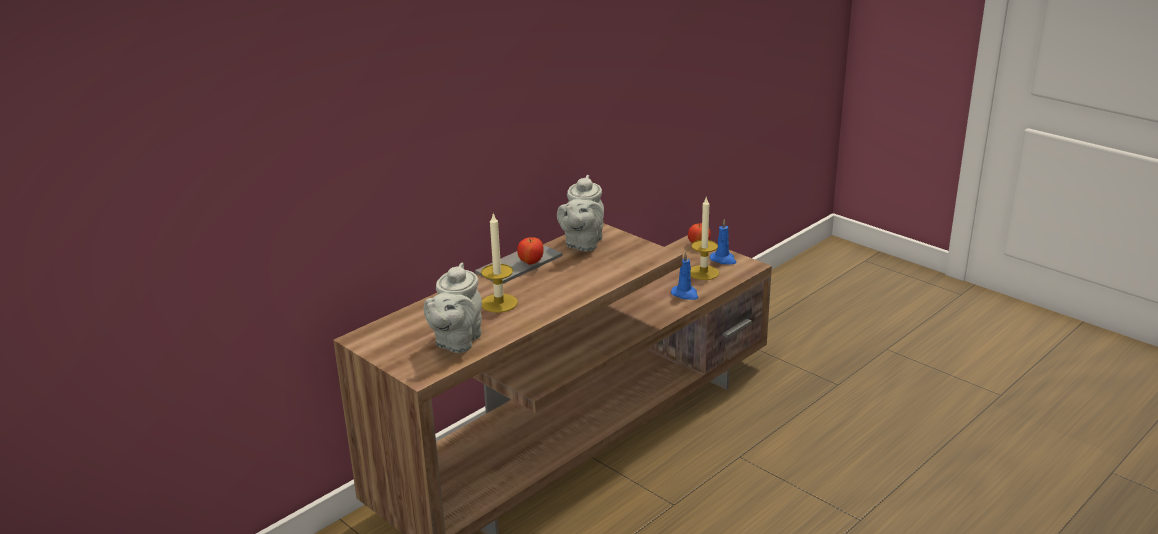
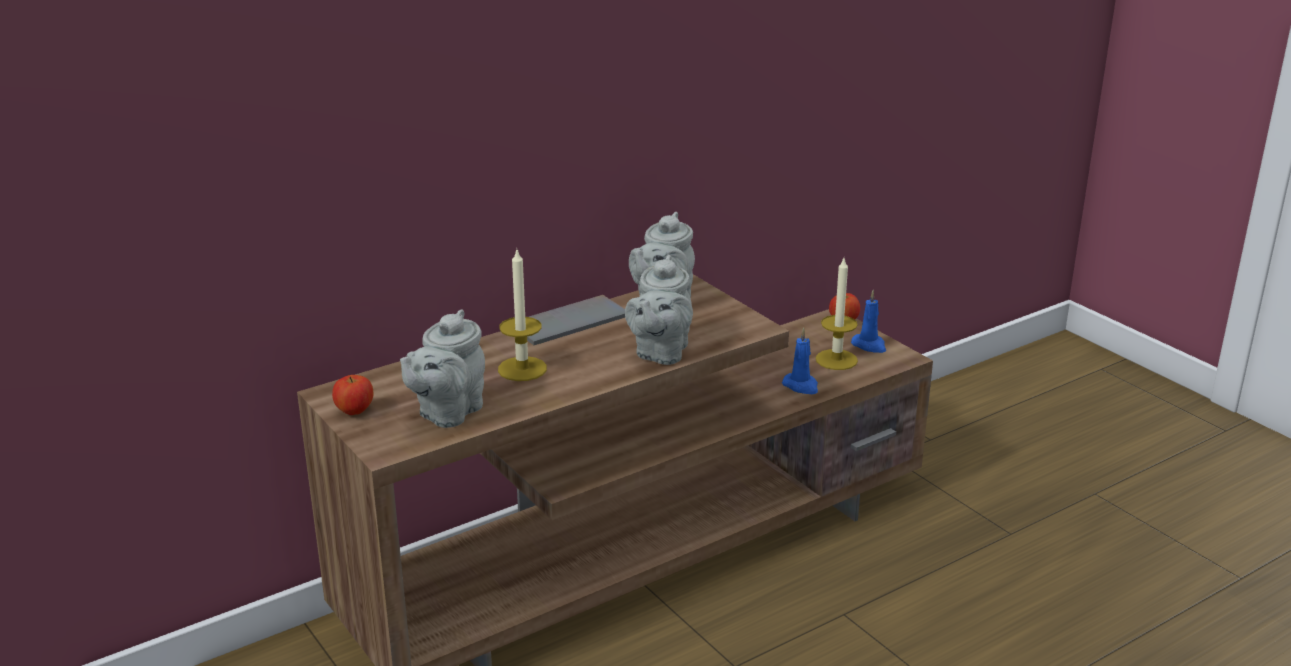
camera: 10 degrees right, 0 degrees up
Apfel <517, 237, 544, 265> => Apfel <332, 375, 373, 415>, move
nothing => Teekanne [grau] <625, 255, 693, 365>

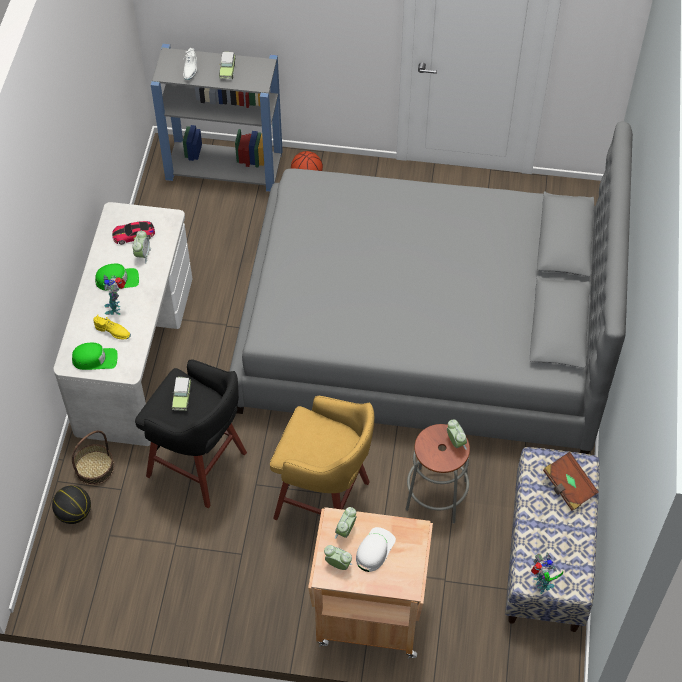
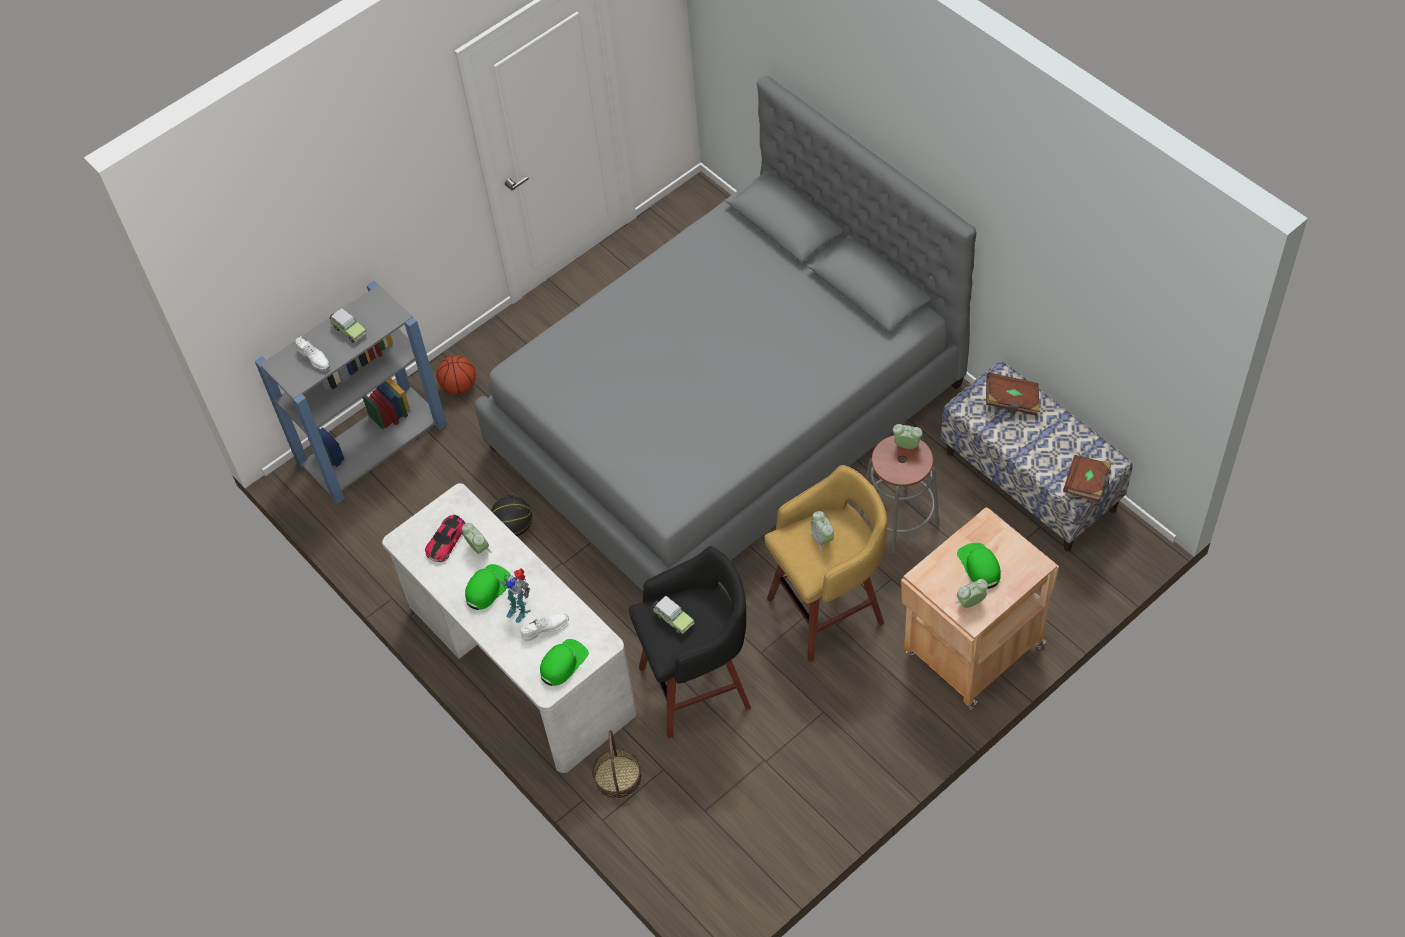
camera: 45 degrees left, 0 degrees up
Basketball <52, 485, 91, 524> => Basketball <491, 495, 532, 537>, move
Schuh [gelb] <93, 315, 131, 339> => Schuh [weiß] <521, 614, 569, 641>
Wecker <335, 507, 357, 539> => Wecker <810, 511, 834, 551>, move
Kappe [weiß] <356, 527, 396, 572> => Kappe [grün] <957, 543, 1001, 589>
Spielzeugroboter <531, 552, 563, 594> => Buch [braun] <1063, 455, 1111, 502>

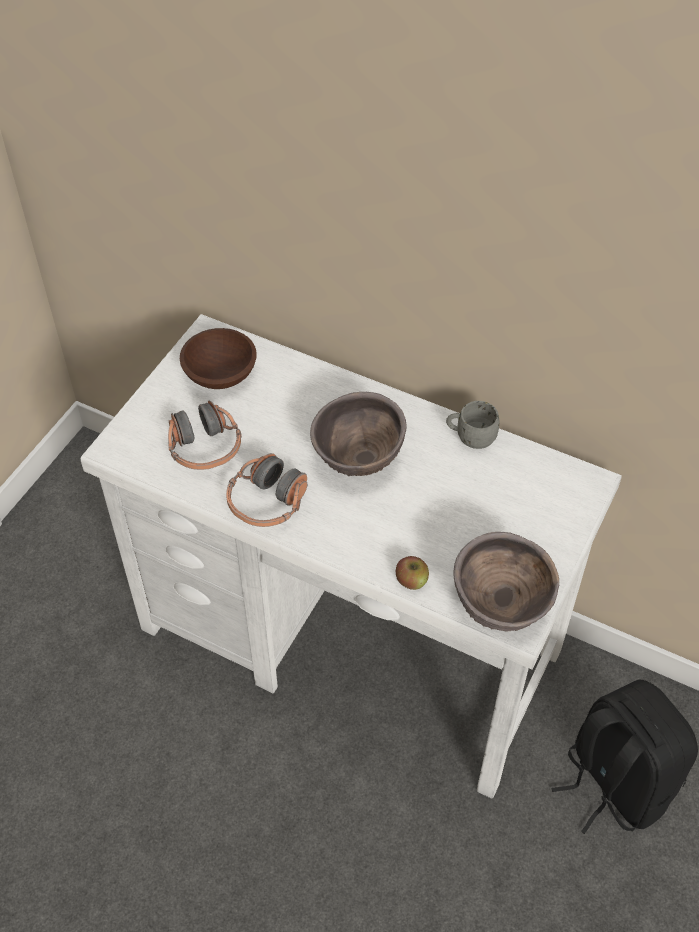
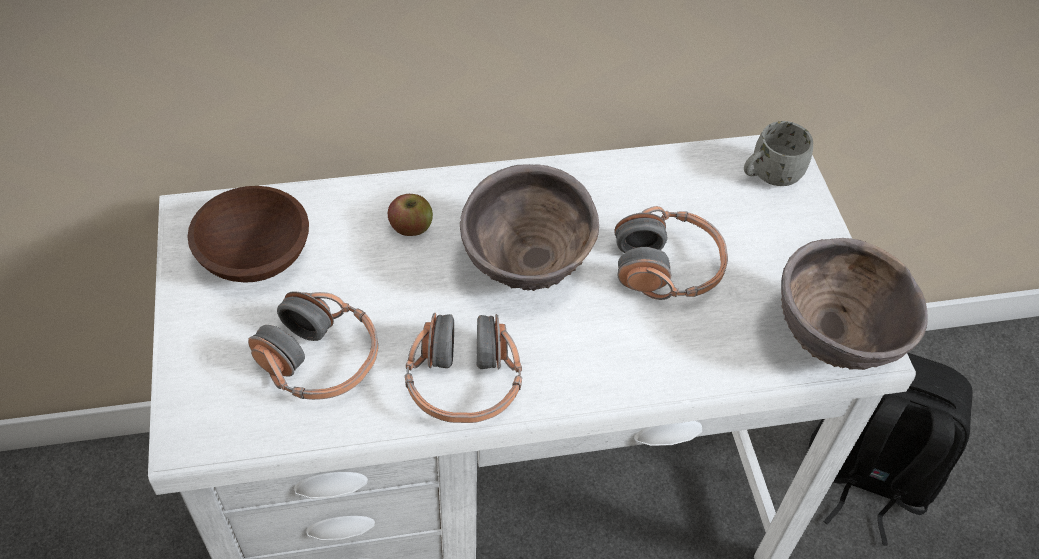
camera: 40 degrees left, 0 degrees up
Apfel <396, 556, 429, 590> => Apfel <388, 194, 433, 236>, move
Henkelbecher [grau] <446, 401, 499, 449> => Henkelbecher [grau] <744, 121, 813, 186>, move
nothing => Kopfhörer <614, 206, 728, 300>

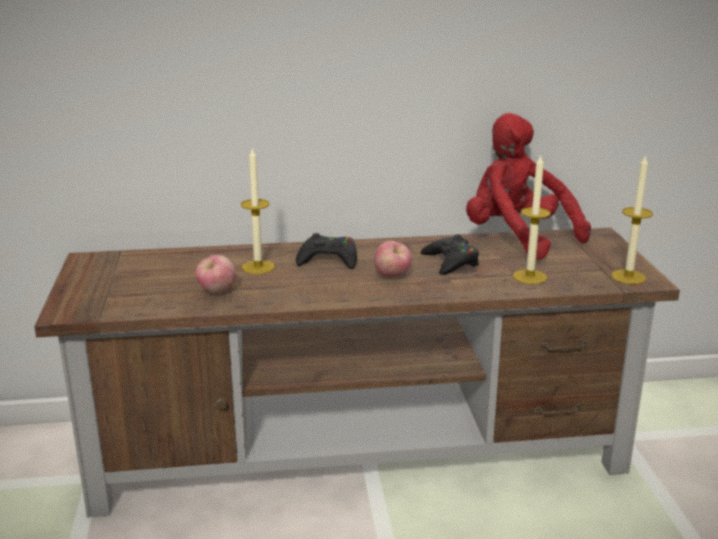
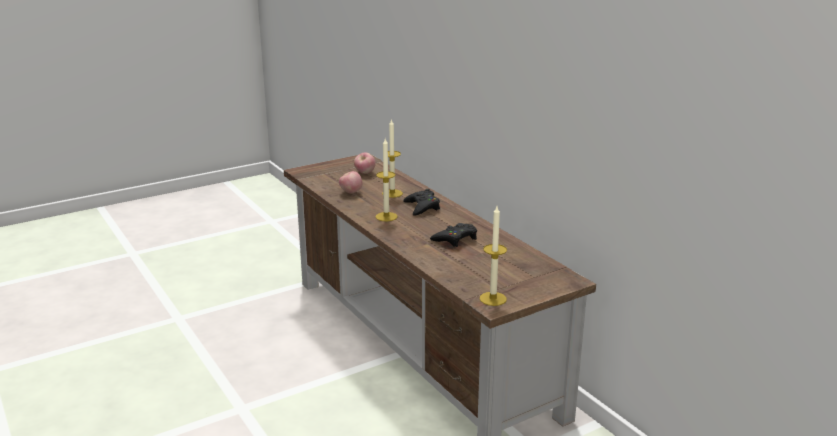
camera: 65 degrees right, 0 degrees up
Apfel <374, 241, 412, 277> => Apfel <354, 153, 376, 174>, move
Plüschtier [rot] <466, 113, 591, 260> => nothing
Kerze <513, 155, 551, 284> => Kerze <375, 139, 398, 221>, move

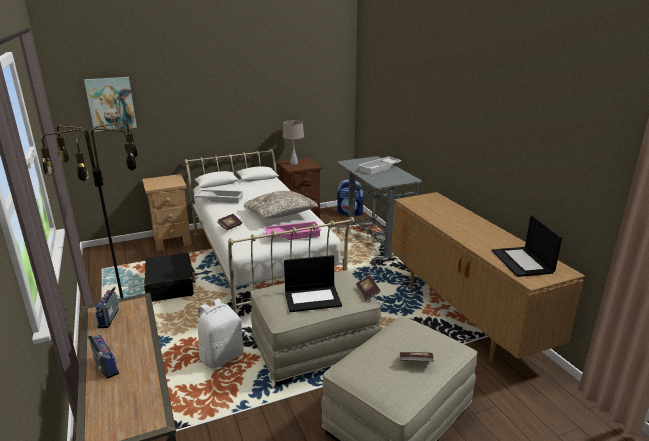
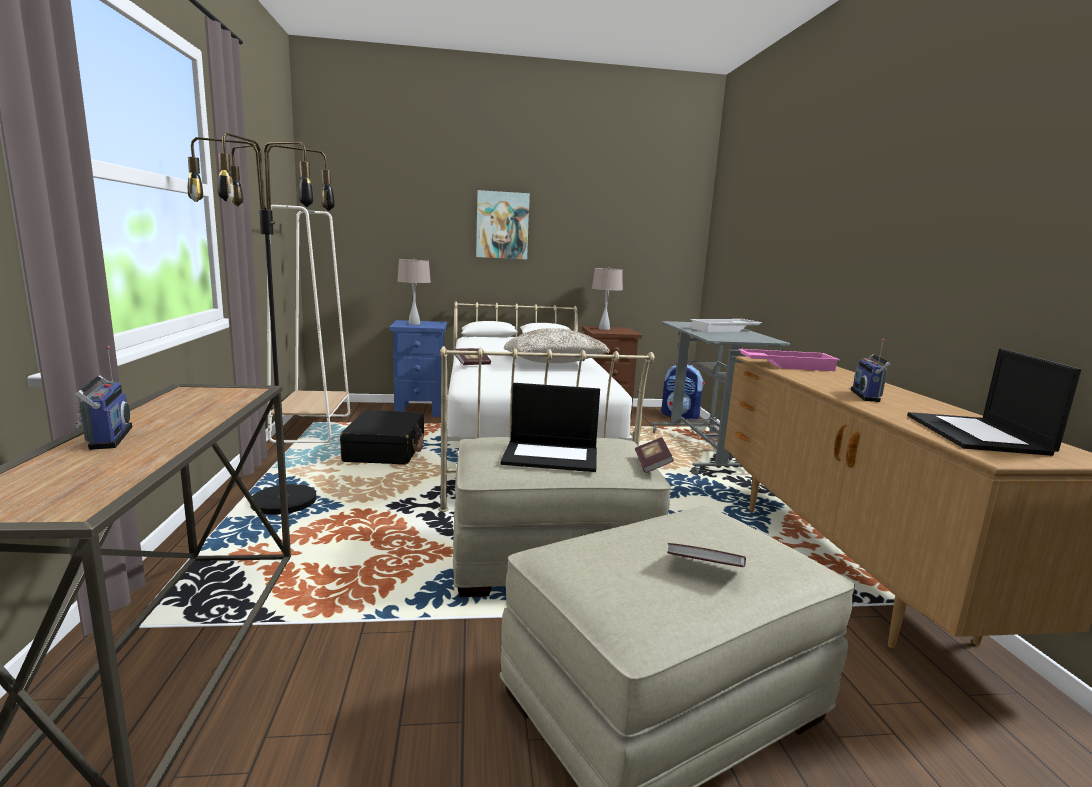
camera: 15 degrees right, 10 degrees down
Bild <84, 77, 137, 132> => Bild <476, 190, 530, 260>, move
Radio <95, 286, 121, 328> => Radio <851, 339, 891, 402>, move
Nachttisch [beige] <142, 174, 191, 251> => Nachttisch [blau] <389, 320, 447, 417>
Tablett [weiß] <194, 189, 244, 203> => nothing
Rucksack [weiß] <198, 298, 244, 368> => nothing
Tablett [rosa] <264, 221, 321, 240> => Tablett [rosa] <738, 349, 840, 371>, move
nothing => Kleiderständer <267, 205, 350, 444>
nothing => Tischlampe [beige] <397, 258, 431, 325>

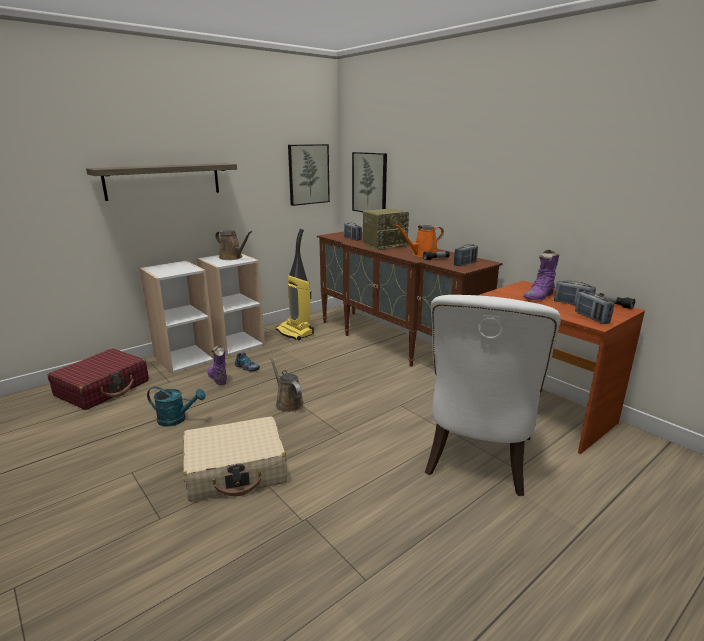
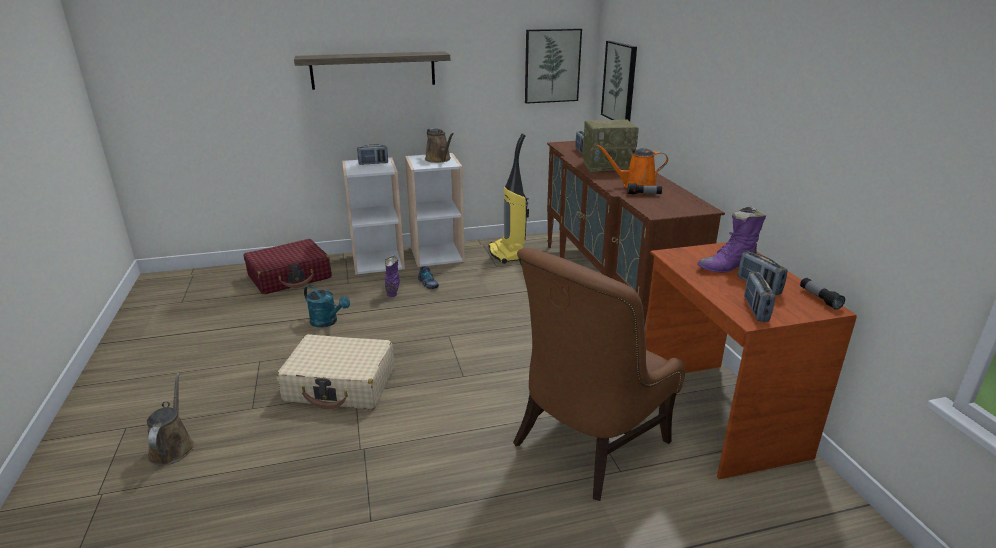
camera: 25 degrees right, 5 degrees up
Gießkanne [braun] <270, 357, 304, 412> => Gießkanne [braun] <147, 372, 195, 466>, move
Stuhl [weiß] <425, 295, 561, 496> => Stuhl [braun] <513, 248, 685, 501>
Radio <454, 244, 478, 266> => Radio <357, 144, 388, 165>, move

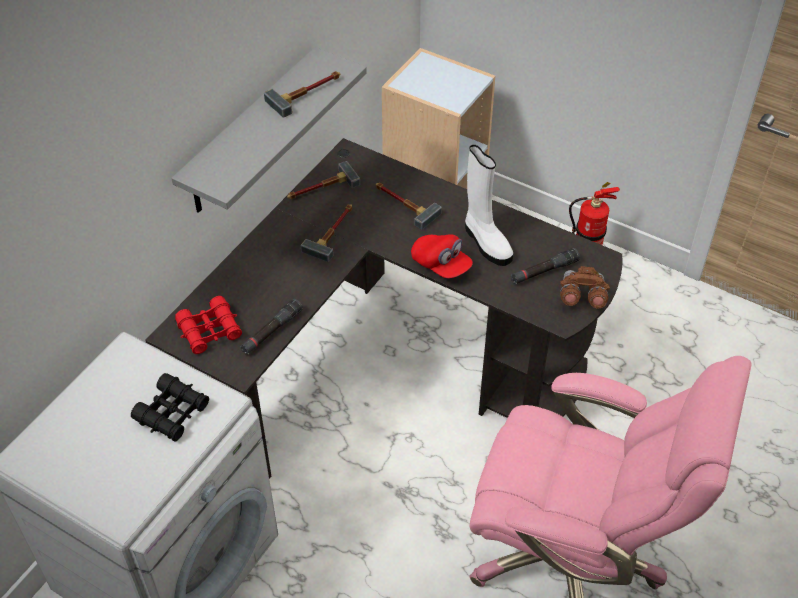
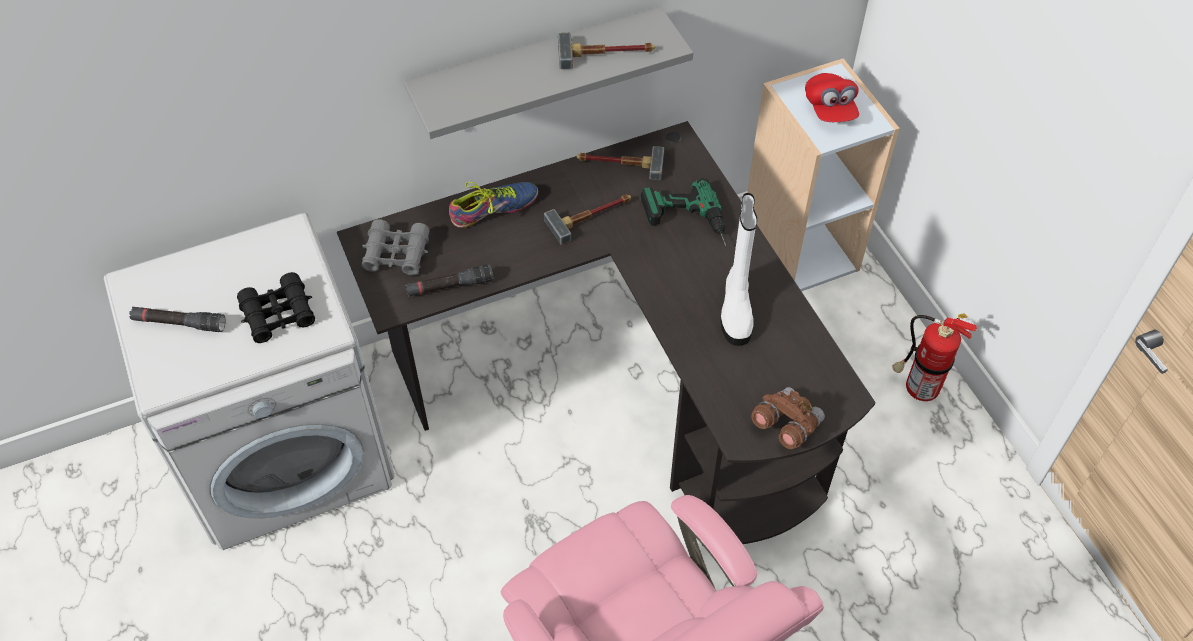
camera: 35 degrees right, 5 degrees up
Fernglas [rot] <175, 296, 242, 354> => Fernglas [grau] <361, 219, 430, 275>
Hammer <376, 183, 442, 230> => Bohrmaschine <641, 178, 726, 246>
Kappe [rot] <411, 234, 473, 278> => Kappe [rot] <805, 73, 859, 122>, move
Taschenlampe [schwarz] <511, 248, 580, 284> => Taschenlampe [schwarz] <129, 307, 226, 332>, move
nothing => Schuh <449, 182, 538, 228>

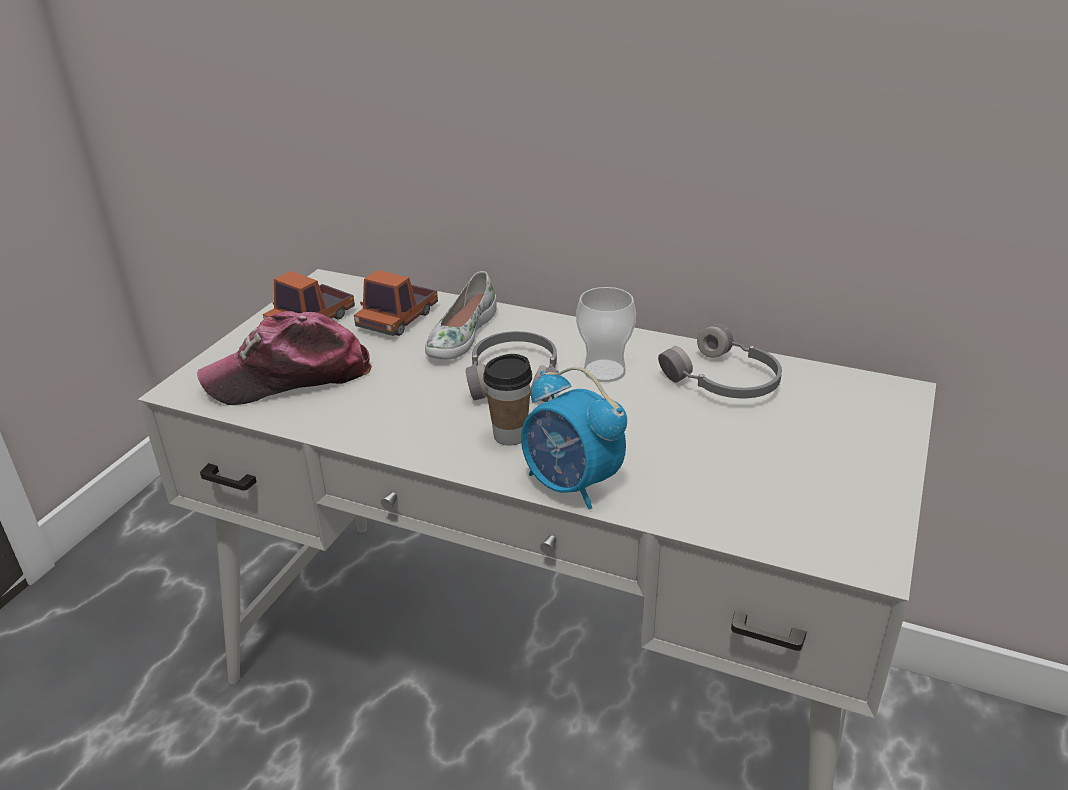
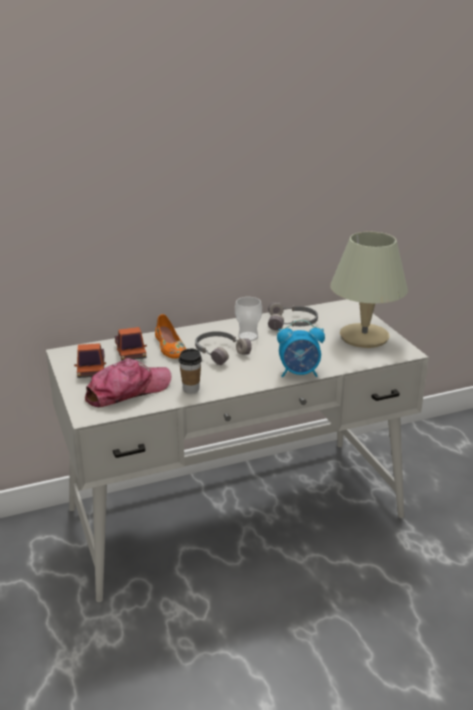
camera: 45 degrees left, 5 degrees down
Kappe <197, 311, 372, 405> => Kappe <85, 358, 171, 407>, 150 degrees counterclockwise
Schuh [weiß] <425, 271, 497, 360> => Schuh [orange] <155, 314, 186, 359>
Tasse <483, 354, 532, 446> => Tasse <179, 349, 202, 394>, move
nothing => Tischlampe [beige] <330, 232, 408, 348>

